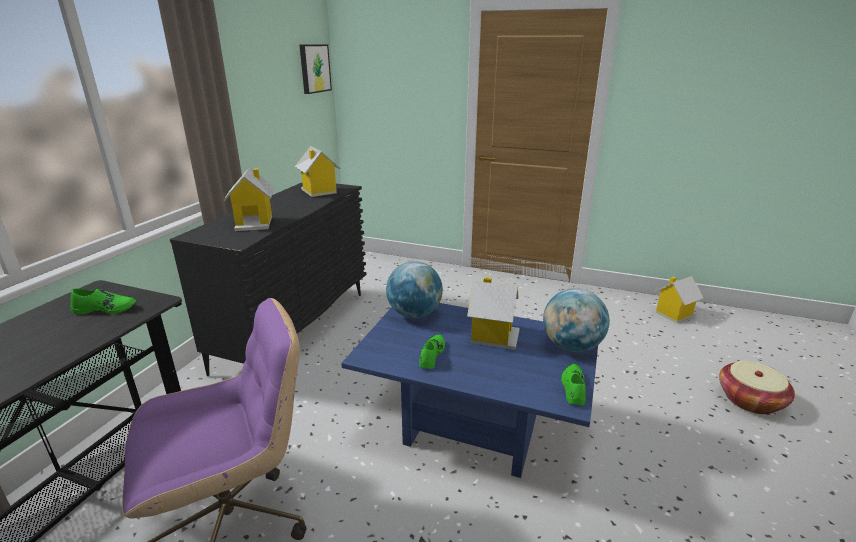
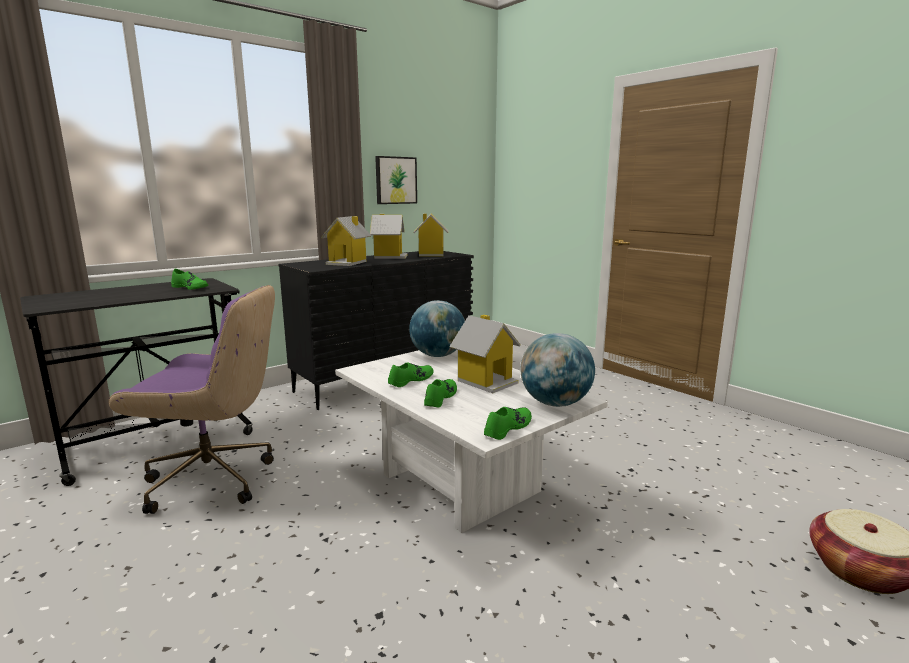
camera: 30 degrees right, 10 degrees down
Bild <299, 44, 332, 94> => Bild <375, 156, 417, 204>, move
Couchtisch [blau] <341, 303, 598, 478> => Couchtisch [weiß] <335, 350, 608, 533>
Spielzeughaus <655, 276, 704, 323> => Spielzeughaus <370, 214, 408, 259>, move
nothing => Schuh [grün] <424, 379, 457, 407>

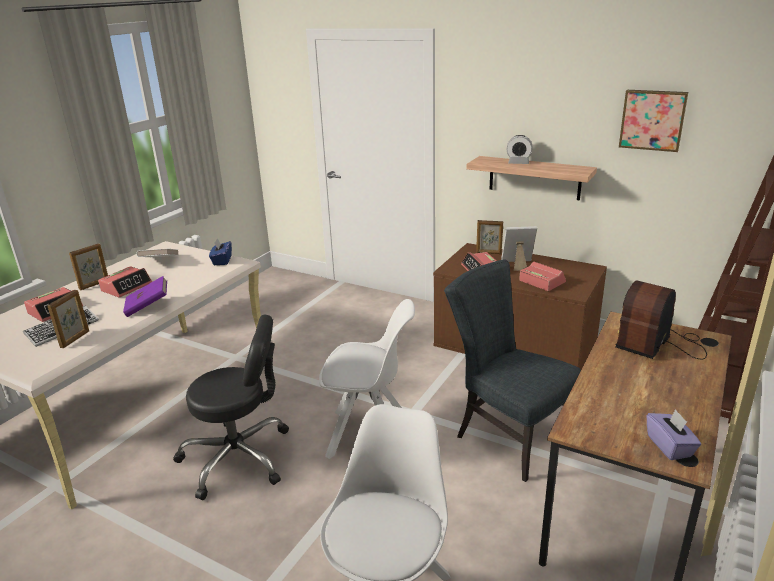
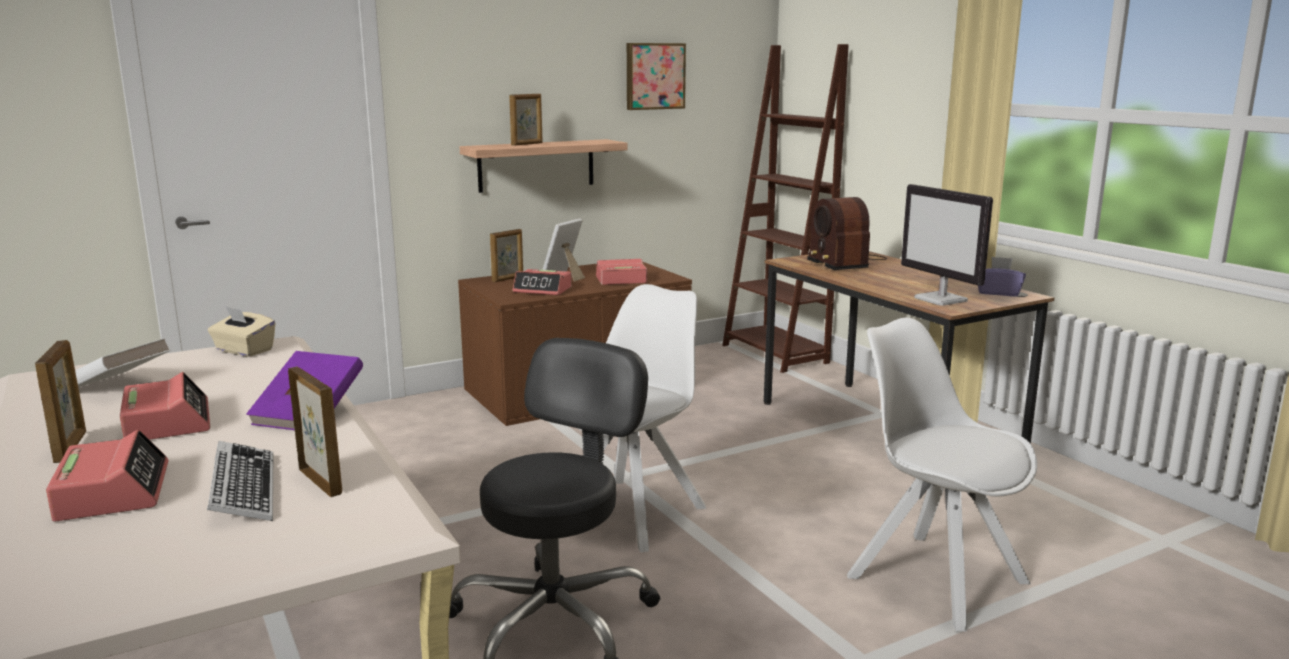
camera: 60 degrees left, 10 degrees down
Taschentuchbox [blau] <209, 238, 232, 265> => Taschentuchbox [beige] <208, 306, 276, 357>
Stuhl [grau] <444, 259, 581, 482> => nothing
Wecker <507, 135, 533, 164> => Bilderrahmen <509, 94, 542, 146>
nothing => Monitor <901, 184, 993, 306>

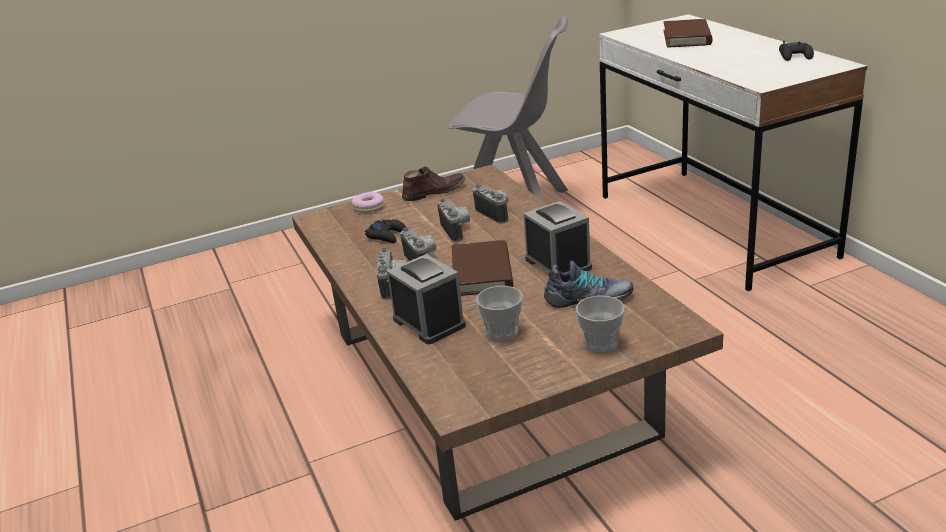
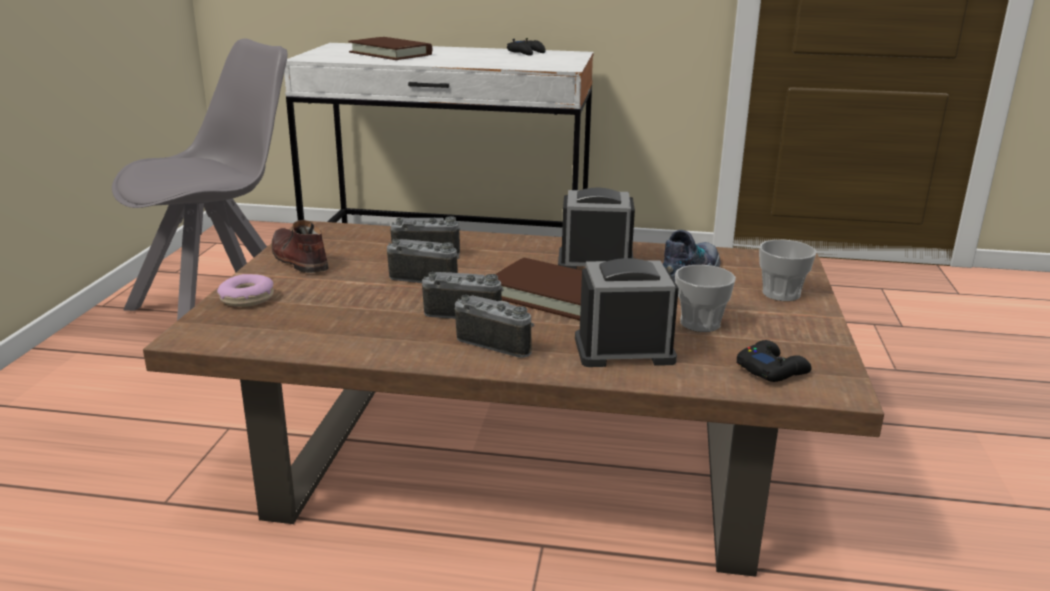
camera: 60 degrees left, 5 degrees down
Gamepad [schwarz] <365, 219, 406, 243> => Gamepad [schwarz] <737, 340, 812, 382>, move
Schuh [braun] <402, 167, 466, 201> => Schuh [braun] <272, 220, 329, 273>, 45 degrees counterclockwise

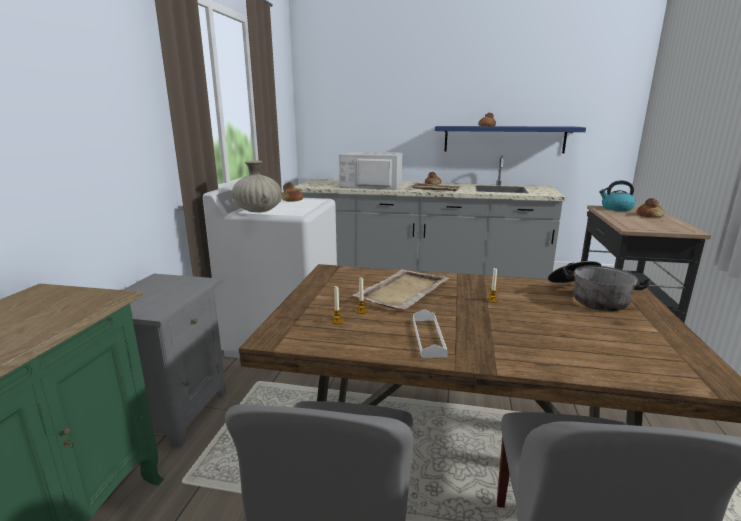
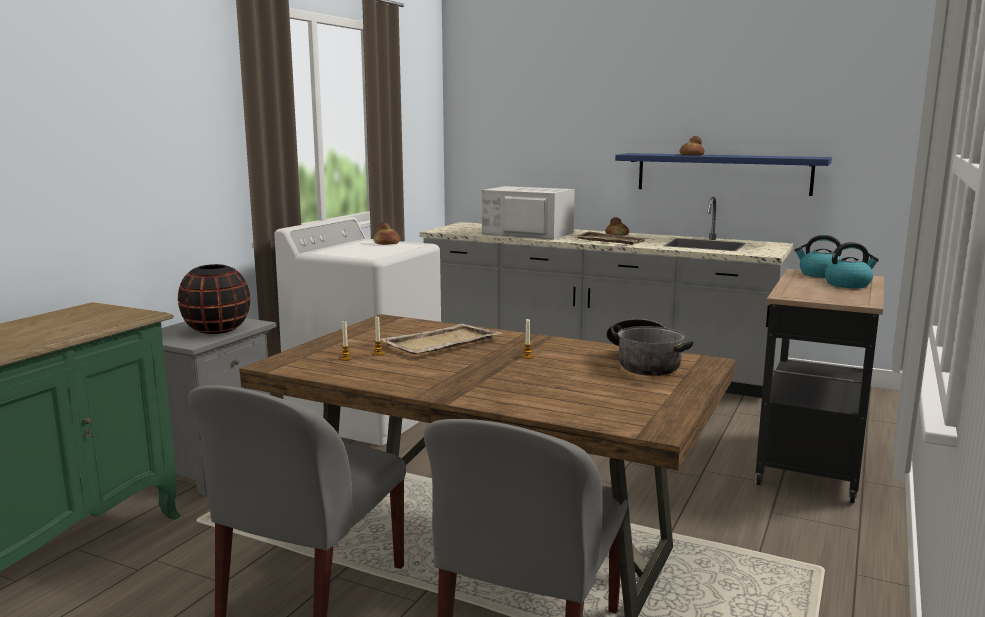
camera: 15 degrees right, 5 degrees down
Vase [beige] <232, 160, 282, 212> => nothing
Tablett [weiß] <413, 309, 448, 358> => nothing
Brot <636, 198, 664, 217> => Wasserkessel <824, 242, 879, 288>
nothing => Vase [schwarz] <178, 264, 250, 334>

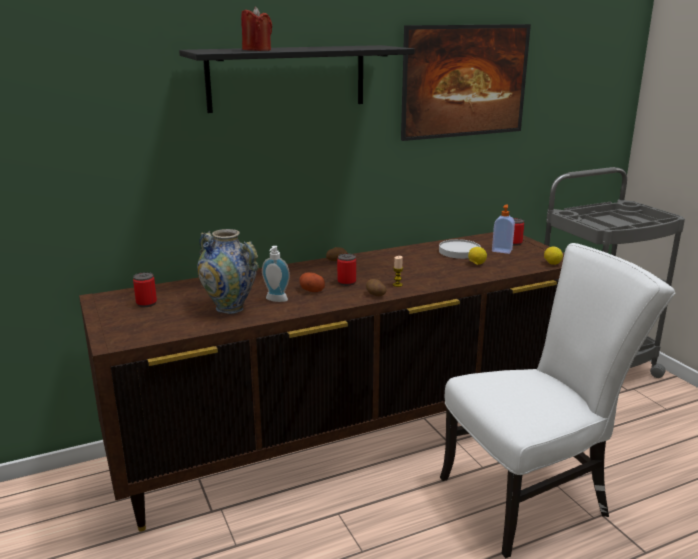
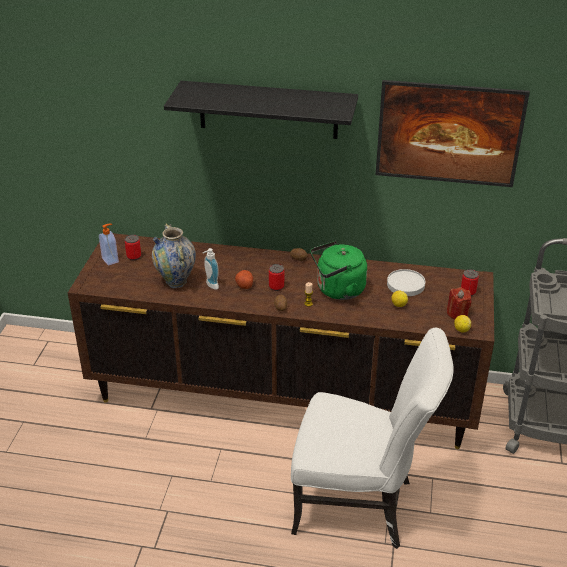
camera: 35 degrees right, 15 degrees up
Kerze [rot] <241, 6, 272, 51> => Kerze [rot] <447, 287, 471, 319>, move
Seifenspender <492, 204, 515, 254> => Seifenspender <99, 224, 119, 266>, move
nothing => Wasserkessel [grün] <310, 241, 367, 300>

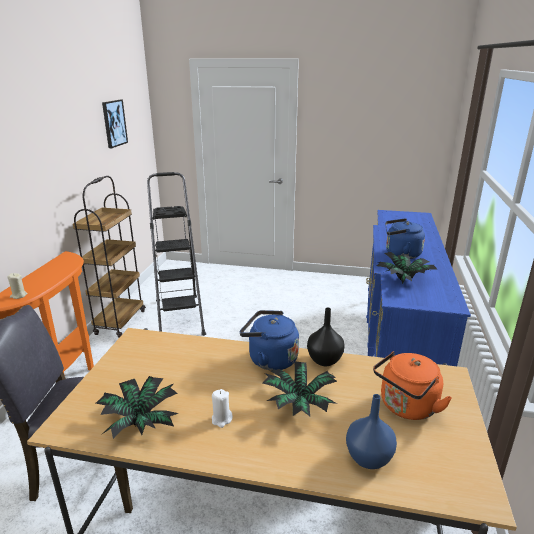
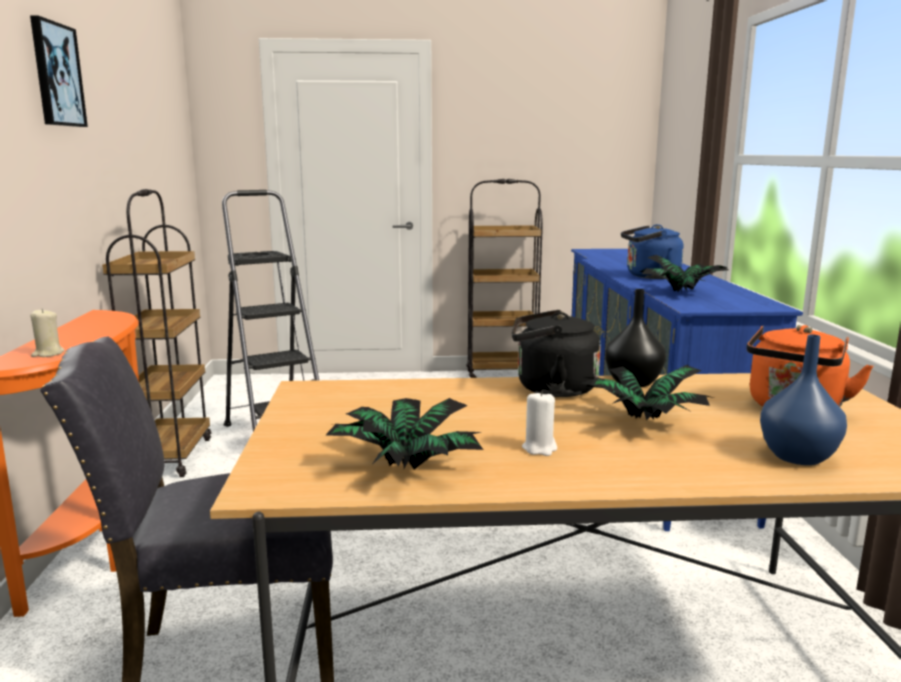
camera: 15 degrees left, 10 degrees down
Bild <102, 100, 128, 148> => Bild <30, 15, 88, 127>, move
Wasserkessel [blau] <240, 310, 299, 371> => Wasserkessel [schwarz] <512, 310, 601, 397>
nothing => Rollwagen [braun] <466, 179, 543, 378>

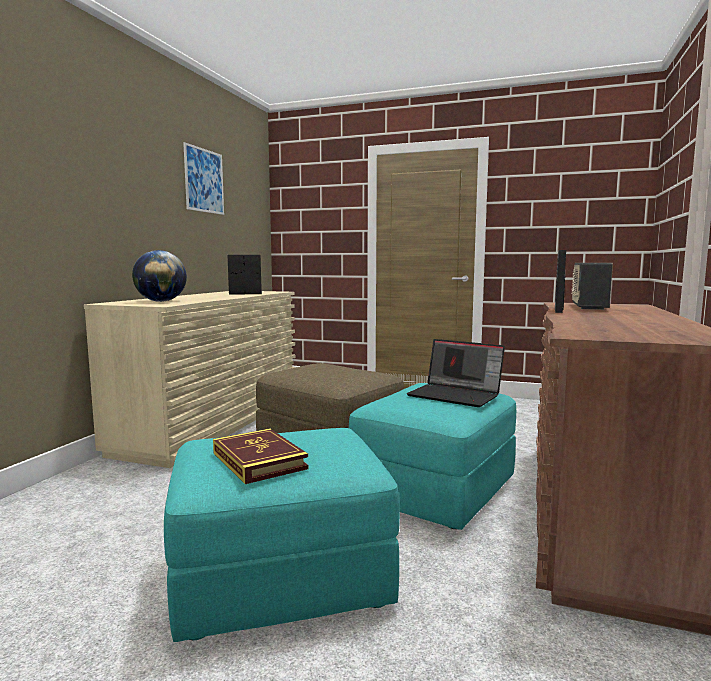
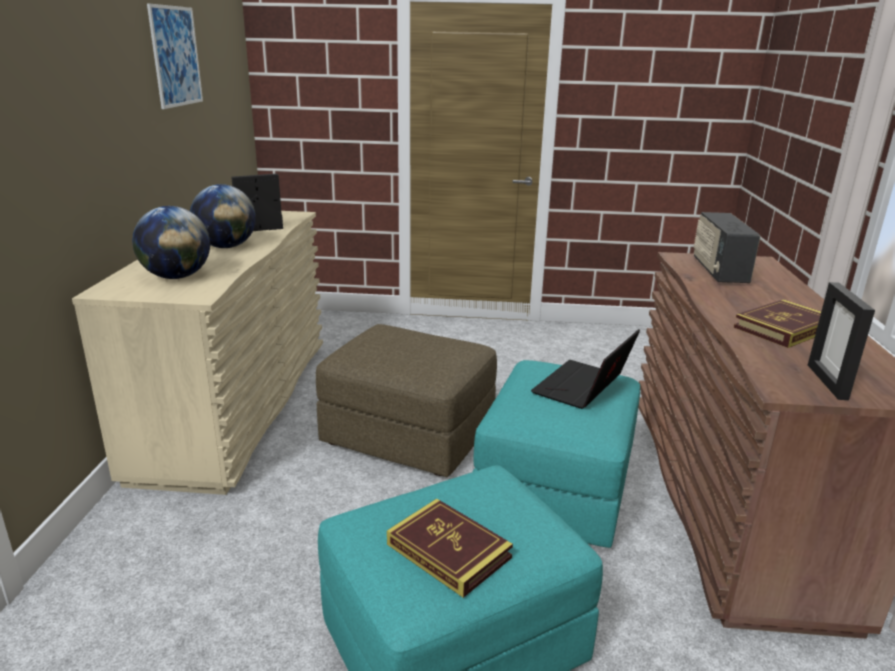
camera: 15 degrees left, 15 degrees up
Laptop <406, 339, 505, 407> => Laptop <531, 329, 640, 409>, 105 degrees clockwise
Bilderrahmen <555, 250, 566, 313> => Bilderrahmen <808, 282, 875, 400>, move
nothing => Globus <190, 184, 256, 248>
nothing => Buch <734, 299, 821, 348>

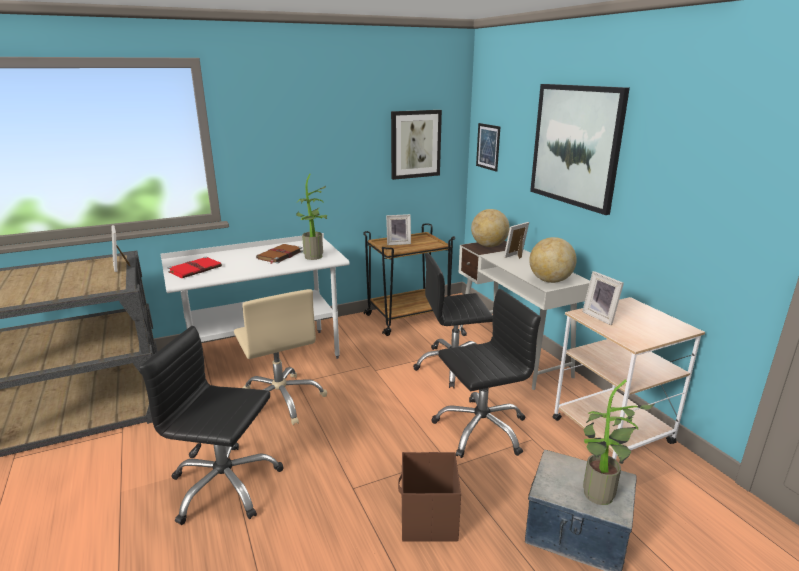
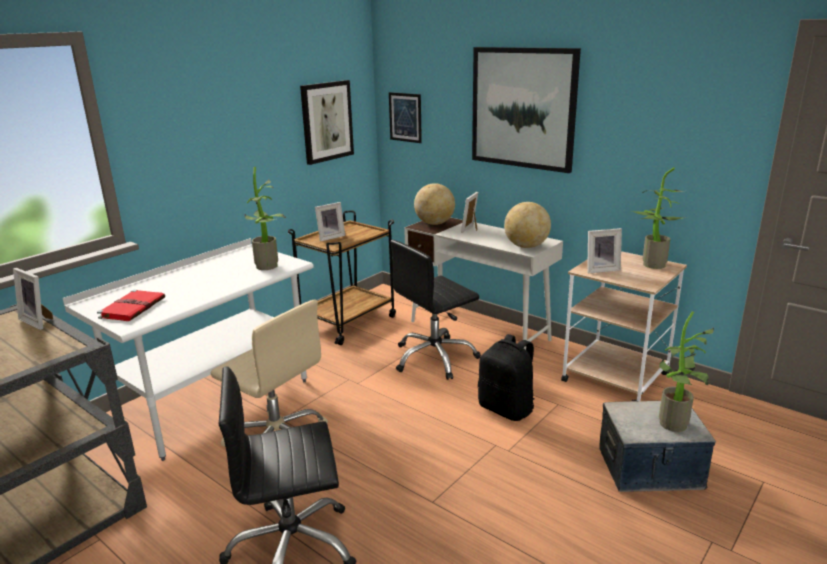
camera: 25 degrees left, 0 degrees up
Buch [braun] <256, 244, 303, 264> => nothing
Aufbewahrungsbox [braun] <398, 452, 461, 542> => nothing
Bürostuhl [schwarz] <431, 289, 541, 458> => Rucksack [schwarz] <478, 334, 534, 421>
Bilderrahmen <582, 271, 624, 325> => Bilderrahmen <587, 228, 622, 273>, 45 degrees counterclockwise
nothing => Topfpflanze <629, 167, 684, 269>

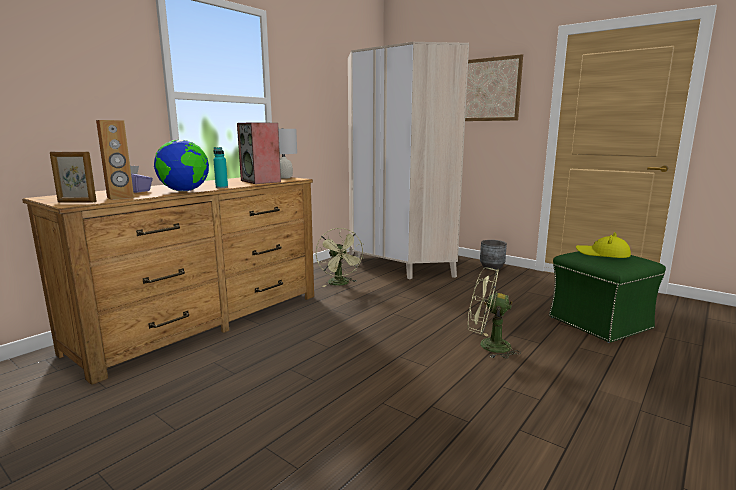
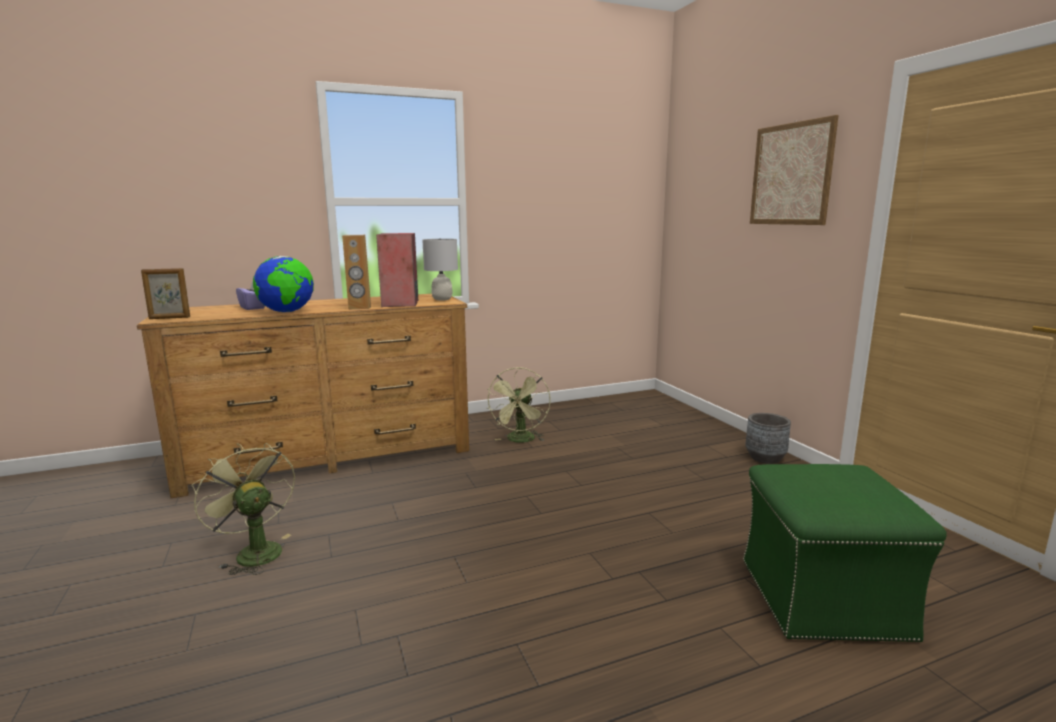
camera: 30 degrees right, 0 degrees up
Bilderrahmen <50, 151, 97, 202> => Bilderrahmen <141, 268, 190, 319>, 45 degrees counterclockwise
Lautsprecher [braun] <96, 120, 134, 200> => Lautsprecher [braun] <342, 235, 371, 310>, move
Flasche [türkis] <213, 147, 228, 188> => nothing
Kleiderschrank [beige] <348, 42, 469, 279> => nothing
Ventilator [grün] <468, 267, 520, 358> => Ventilator [grün] <191, 443, 295, 575>, move
Hut [gelb] <576, 232, 631, 258> => nothing

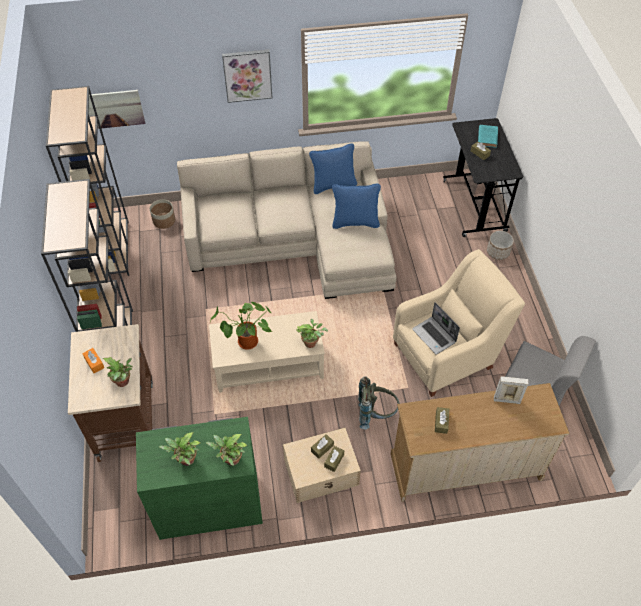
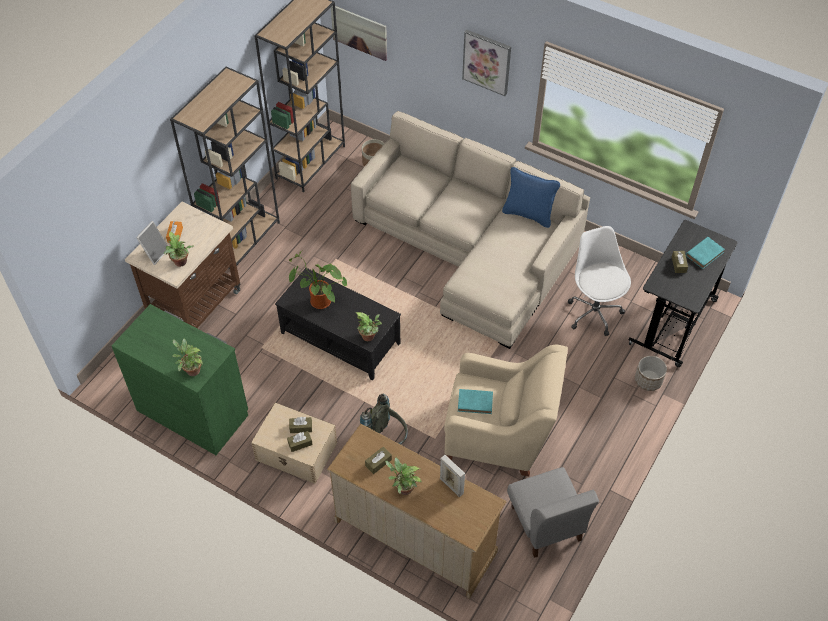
camera: 40 degrees right, 0 degrees up
Topfpflanze <159, 432, 201, 466> => Topfpflanze <385, 458, 422, 495>, move
Couchtisch [beige] <209, 311, 325, 393> => Couchtisch [schwarz] <275, 268, 401, 380>
Kissen [blau] <332, 184, 381, 229> => nothing
Laptop <412, 303, 460, 355> => Buch [türkis] <458, 389, 493, 414>
nothing => Bilderrahmen <136, 221, 168, 265>
nothing => Bürostuhl [weiß] <567, 226, 631, 336>

